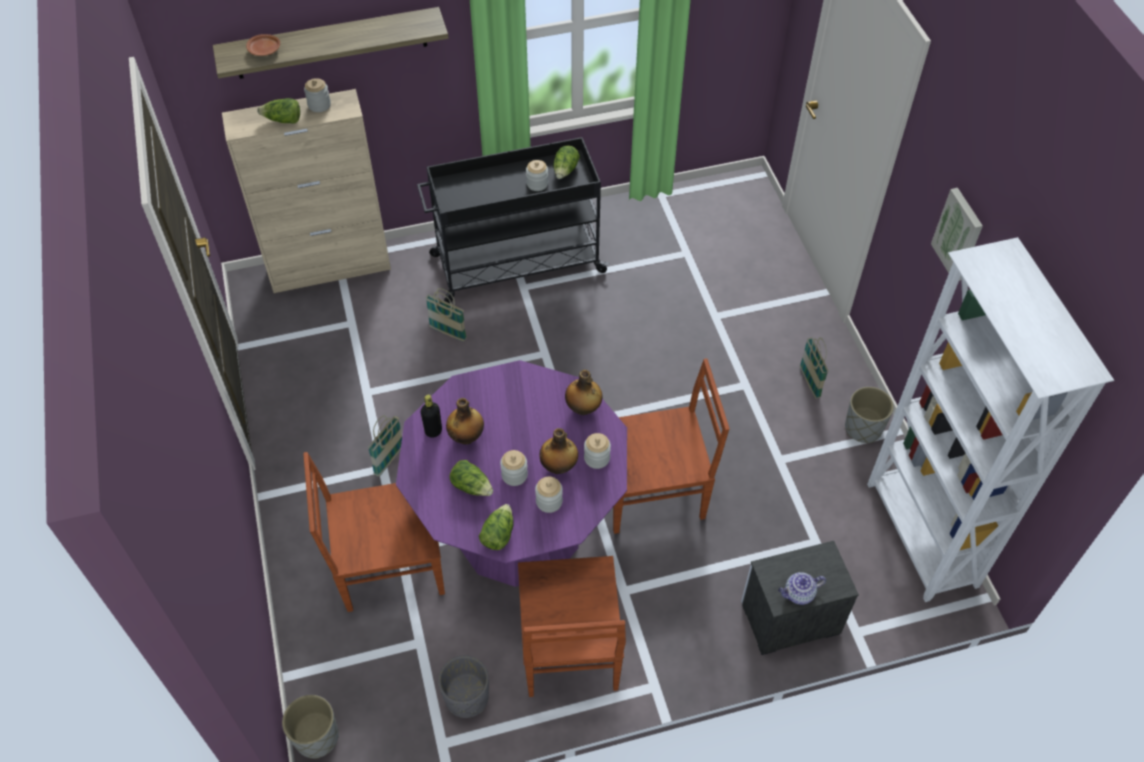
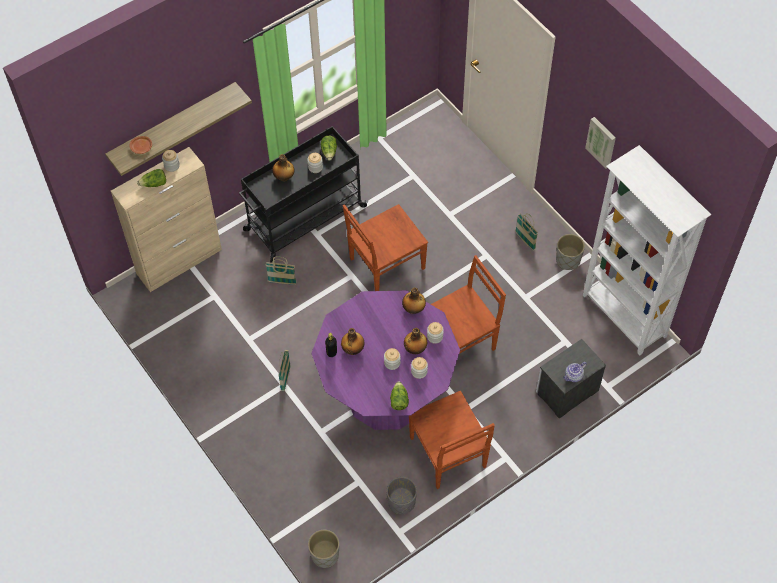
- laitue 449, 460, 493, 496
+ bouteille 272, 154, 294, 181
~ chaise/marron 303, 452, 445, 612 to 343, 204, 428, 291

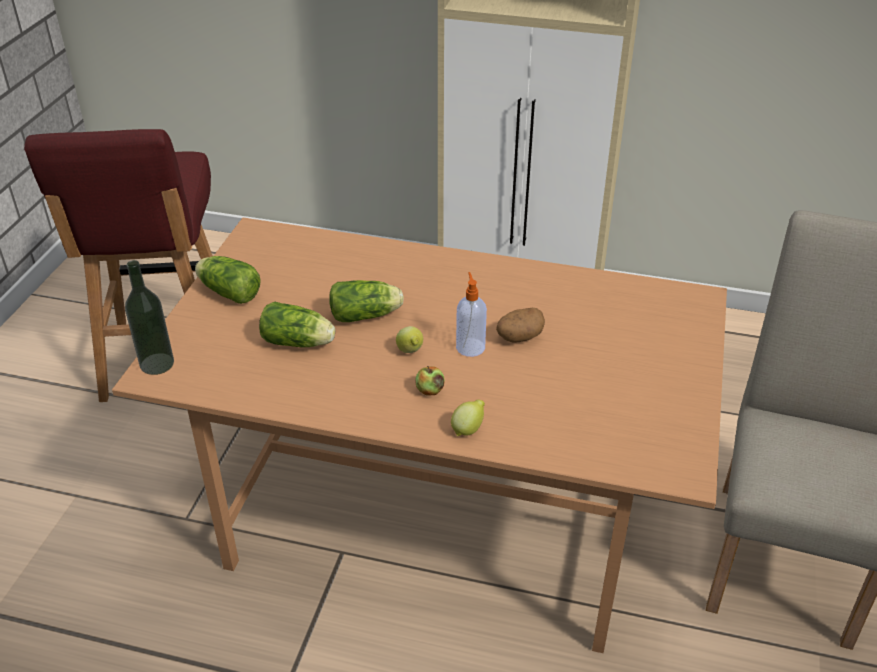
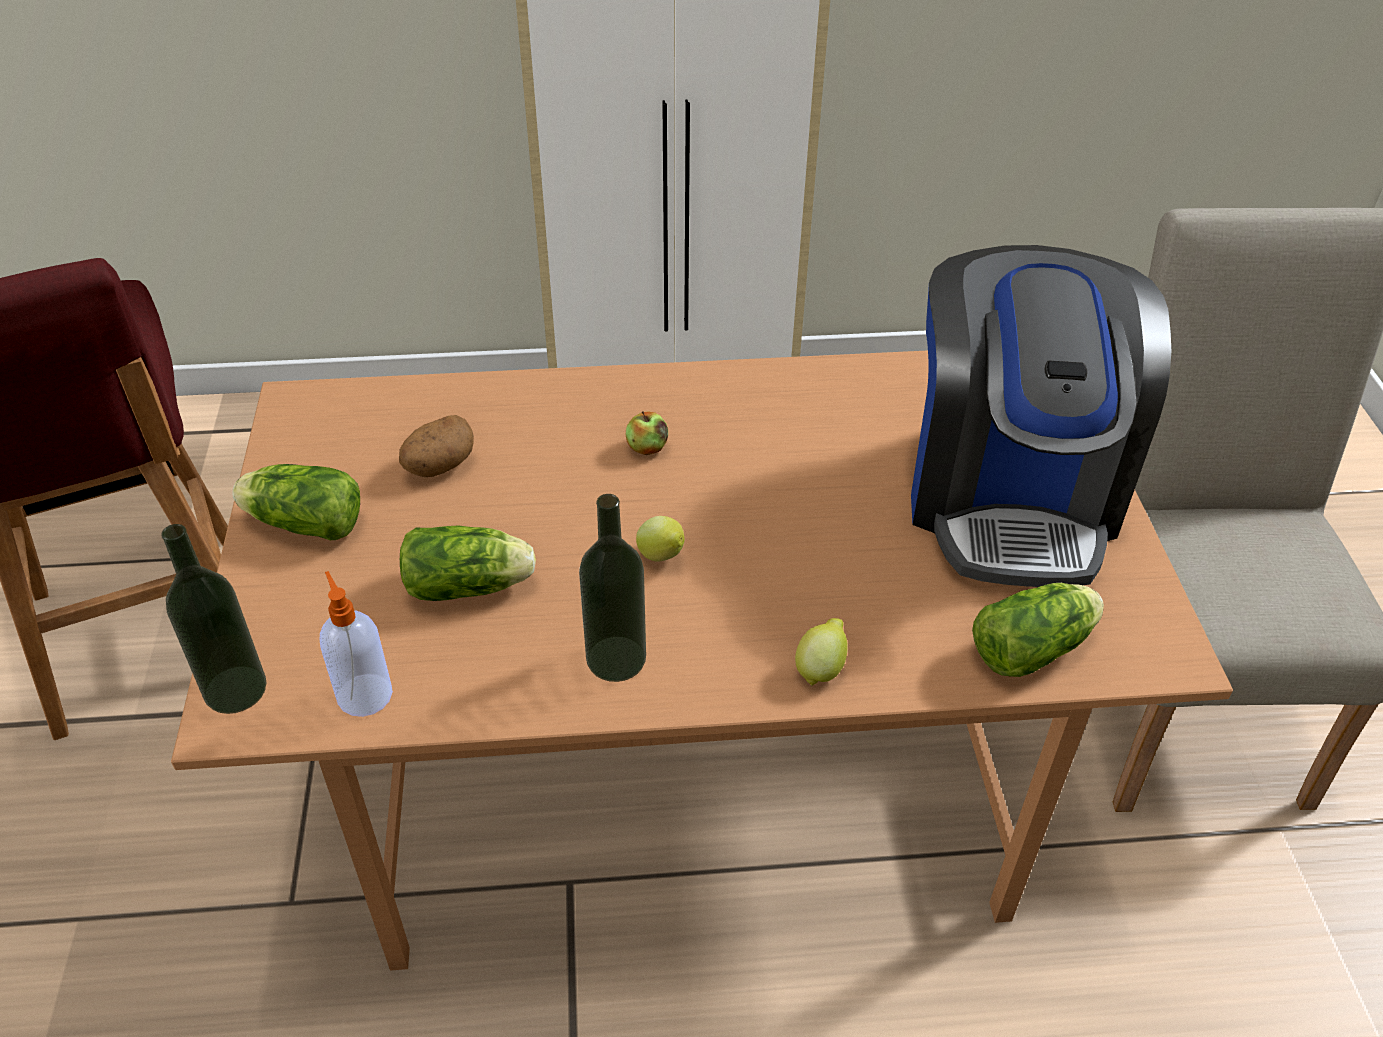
+ bouteille 579, 494, 646, 682
+ machine à café 911, 245, 1171, 587
~ laitue 329, 280, 404, 322 to 972, 583, 1104, 677
~ pomme 415, 366, 445, 395 to 626, 411, 668, 455
~ distributeur de savon 456, 272, 487, 357 to 320, 571, 393, 717
~ pomme de terre 496, 308, 545, 343 to 399, 415, 474, 477

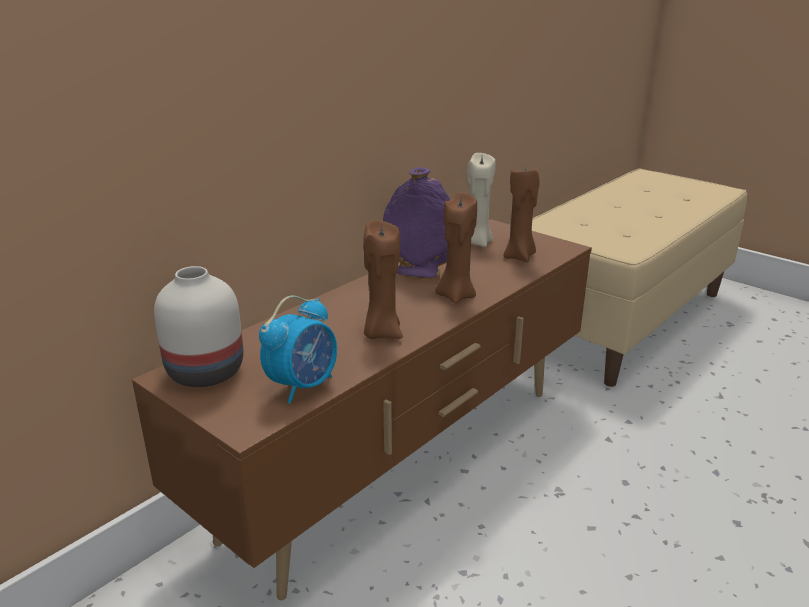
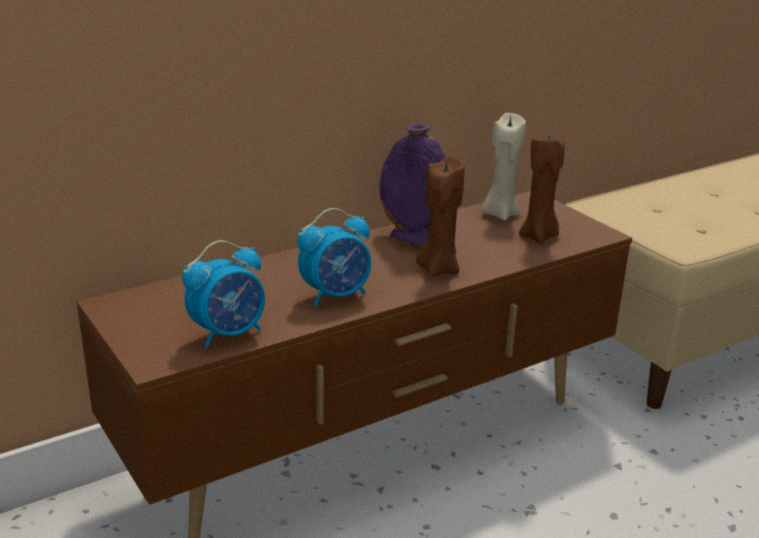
- vase/blanc 154, 266, 243, 387
~ bougie/marron 363, 220, 403, 339 to réveil 297, 208, 371, 307

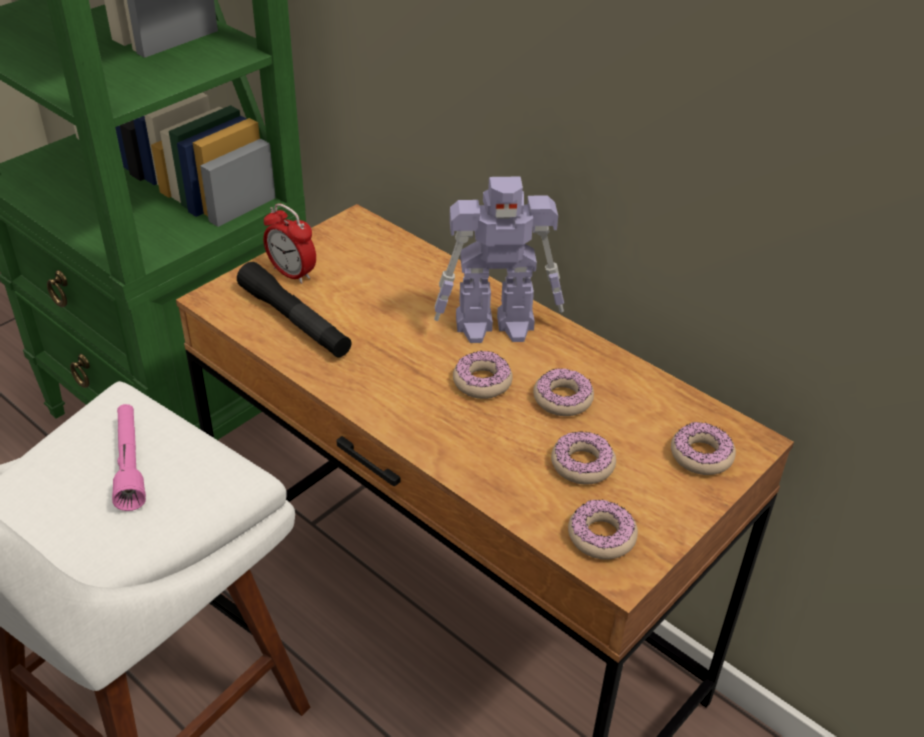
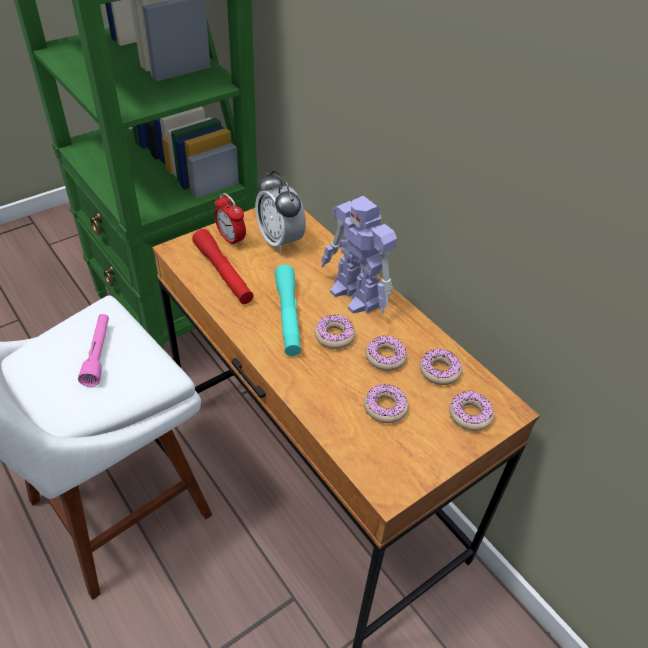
+ réveil 255, 171, 306, 253
+ lampe de poche/turquoise 275, 265, 301, 356
~ beignet 568, 500, 638, 560 to 420, 348, 462, 385
~ lampe de poche/noir 237, 262, 351, 357 to lampe de poche/rouge 192, 229, 254, 304
~ robot jouet 434, 176, 564, 343 = 321, 196, 397, 314 45 degrees clockwise

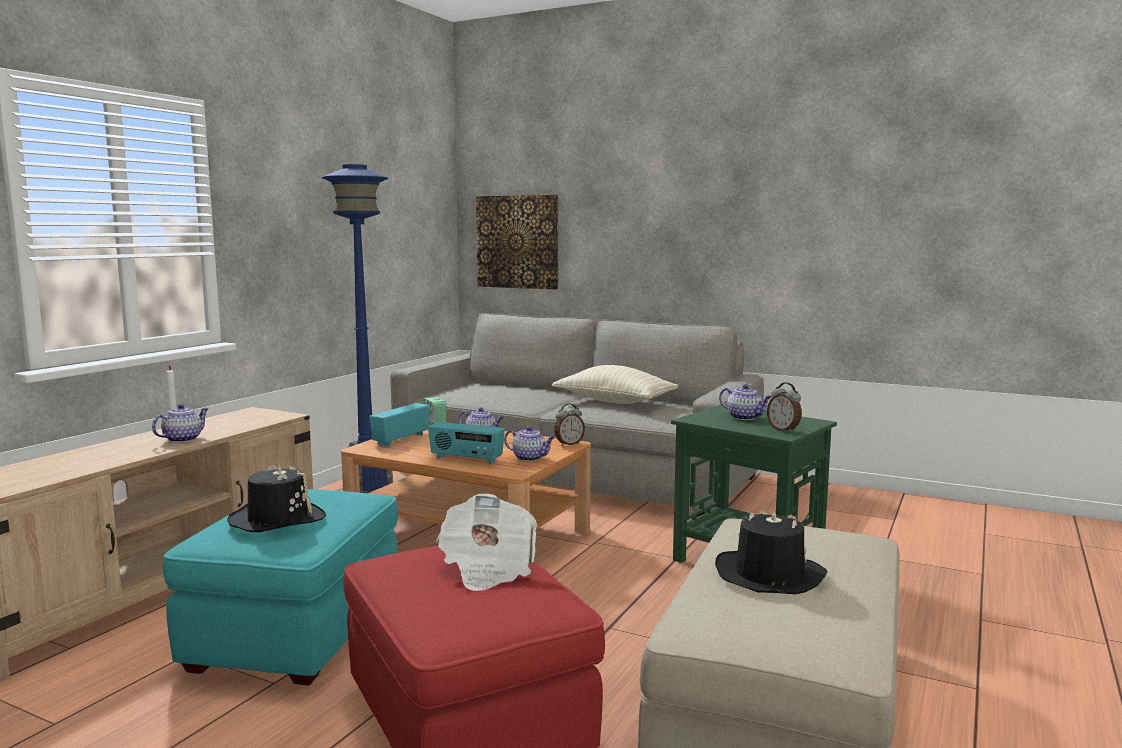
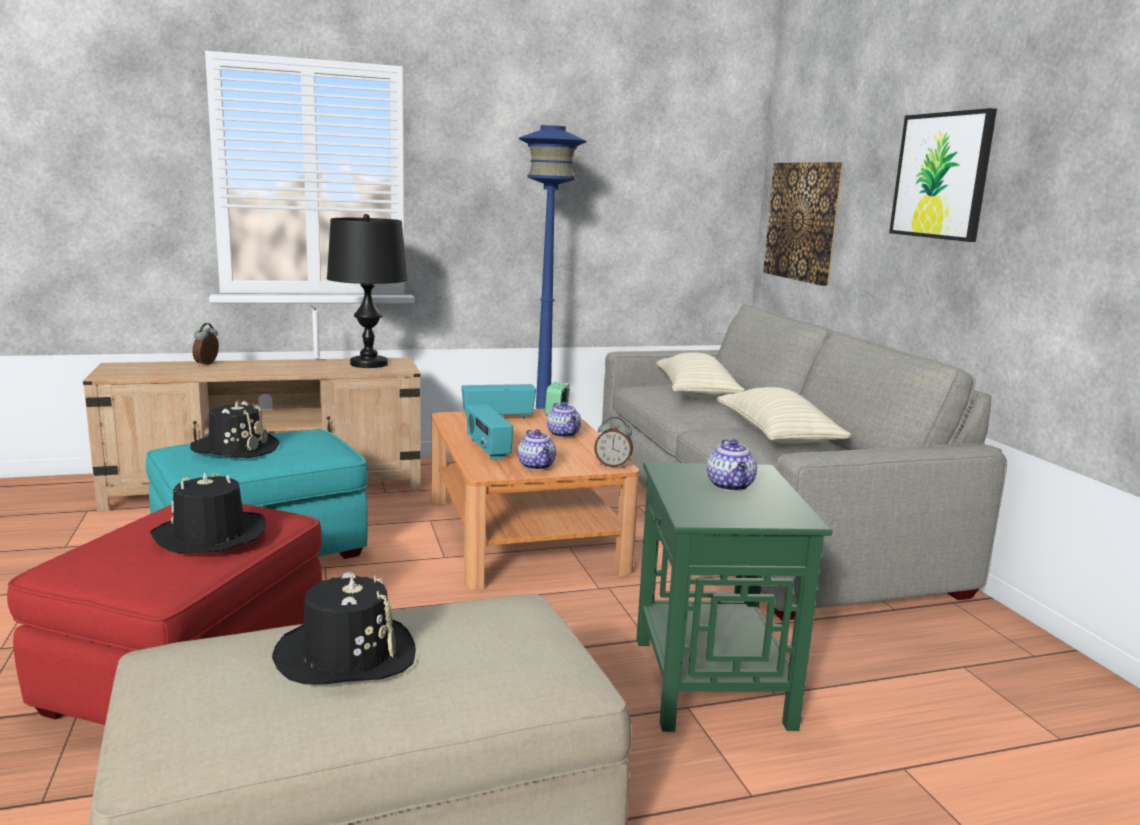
- théière 152, 404, 209, 443
+ lampe de table/noir 327, 214, 408, 368
+ coussin/beige 656, 352, 745, 398
+ tableau 889, 108, 997, 242
~ réveil 767, 382, 802, 433 to 192, 323, 219, 366
~ journal 436, 494, 537, 591 to chapeau/noir 150, 472, 266, 554

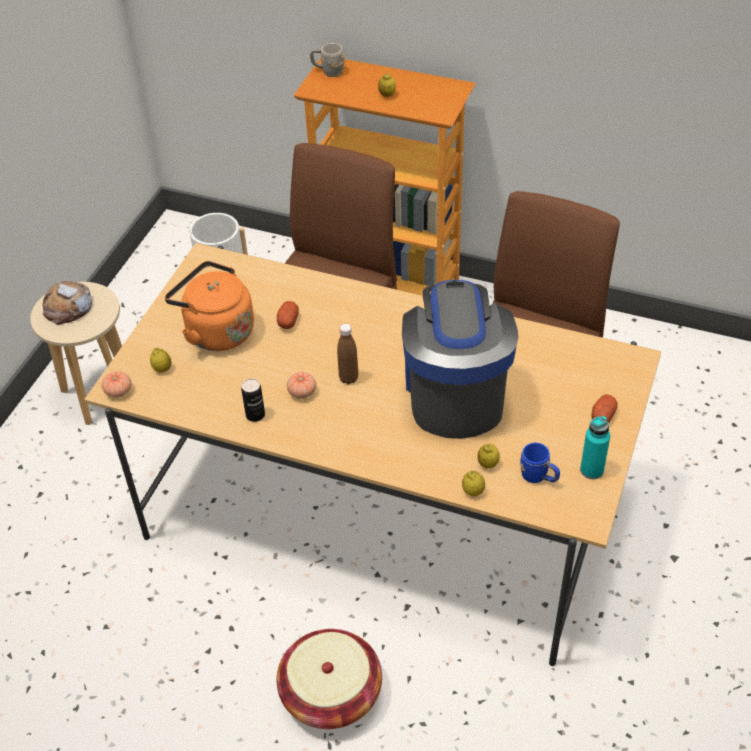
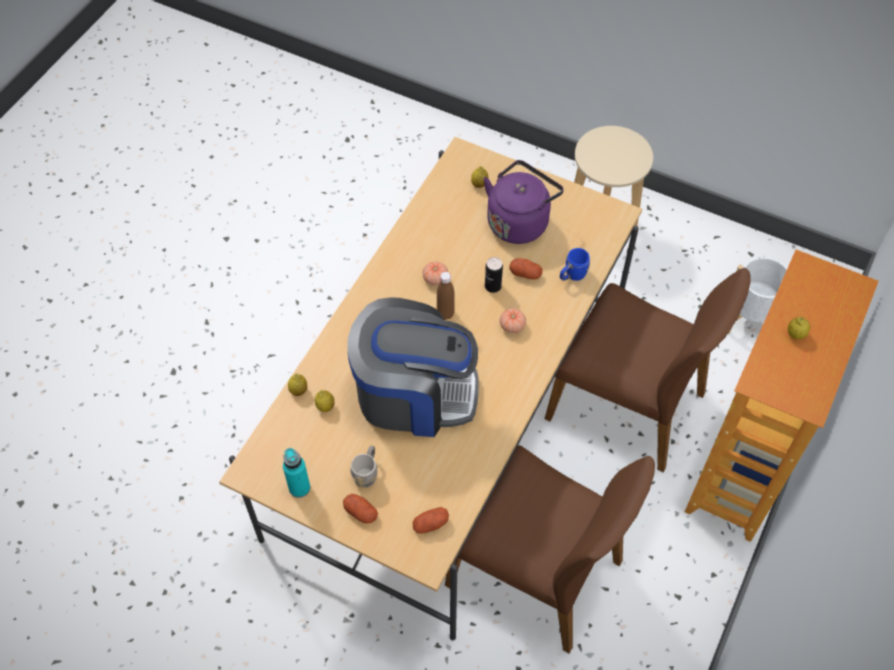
- pain 43, 281, 92, 325
- panier 277, 629, 382, 729
+ pomme de terre 413, 507, 449, 534
~ tomate 102, 371, 132, 398 to 500, 308, 526, 333
~ boîte métallique 241, 378, 265, 422 to 485, 257, 503, 293
~ mug/gris 310, 43, 344, 77 to 350, 445, 377, 488
~ mug/bleu 520, 443, 560, 483 to 560, 248, 590, 281
~ bouilloire/orange 165, 261, 254, 351 to bouilloire/violet 484, 160, 564, 244

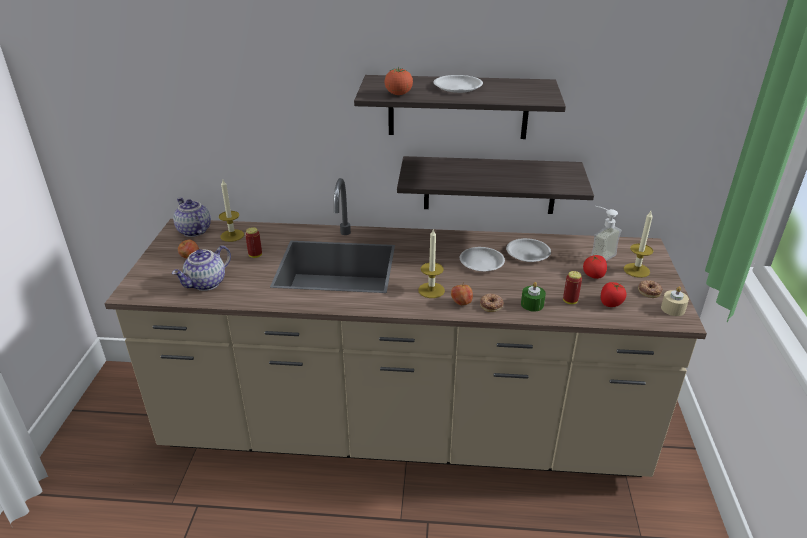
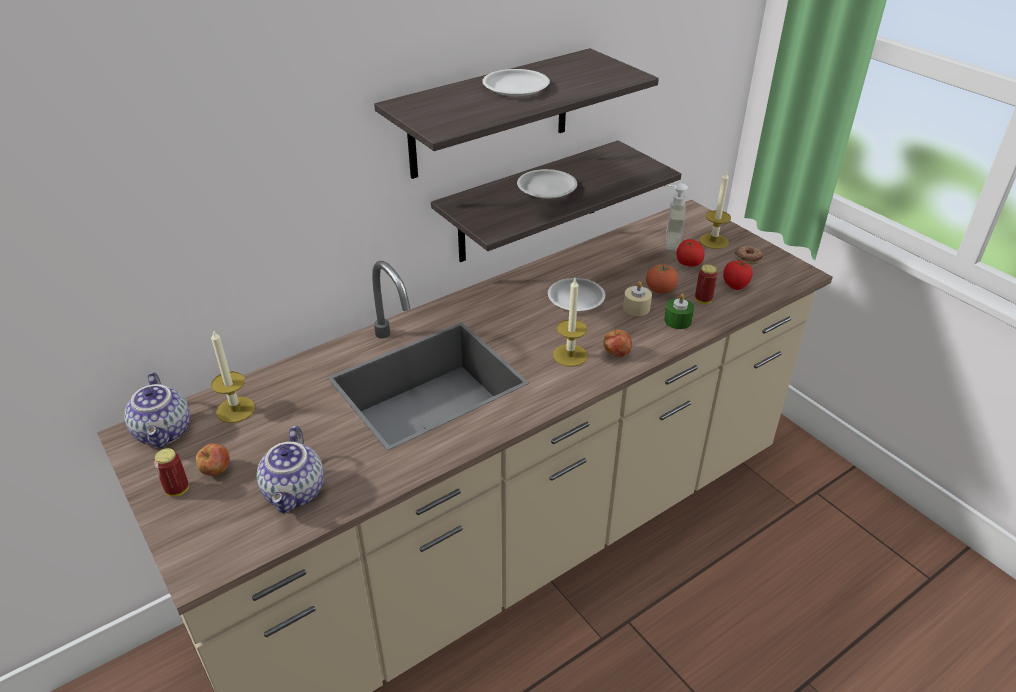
- beignet 480, 293, 504, 312
~ boîte métallique 245, 227, 262, 258 to 154, 448, 189, 497
~ tomate 385, 67, 413, 95 to 646, 264, 678, 294
~ assiette/blanc 506, 238, 551, 262 to 517, 169, 577, 199
~ bougie/beige 661, 286, 689, 316 to 623, 281, 652, 316
~ théière 173, 197, 211, 237 = 124, 372, 190, 448 120 degrees counterclockwise

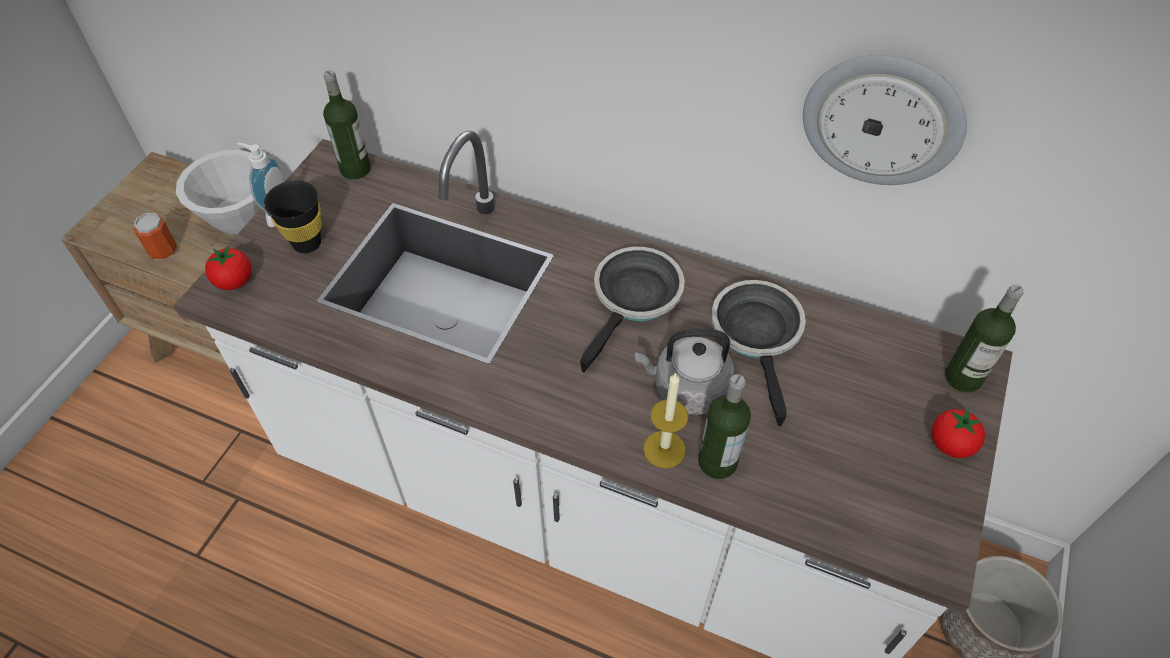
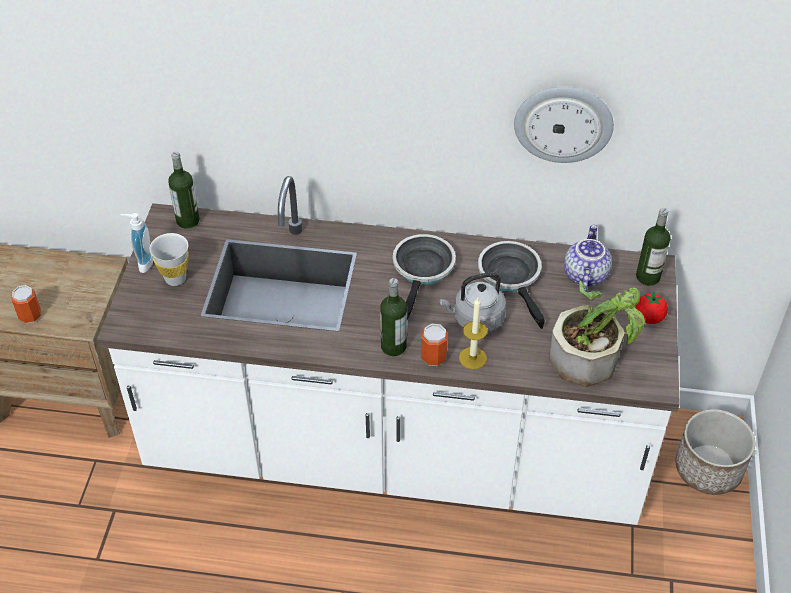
- bol/blanc 176, 150, 261, 235
- tomate 205, 246, 252, 290
+ boîte métallique 421, 324, 448, 366
+ plante en pot 549, 280, 645, 387
+ théière 564, 225, 612, 291
~ bouteille 698, 374, 751, 479 to 380, 278, 407, 356
~ tasse/noir 264, 181, 322, 253 to tasse/blanc 149, 233, 189, 286

